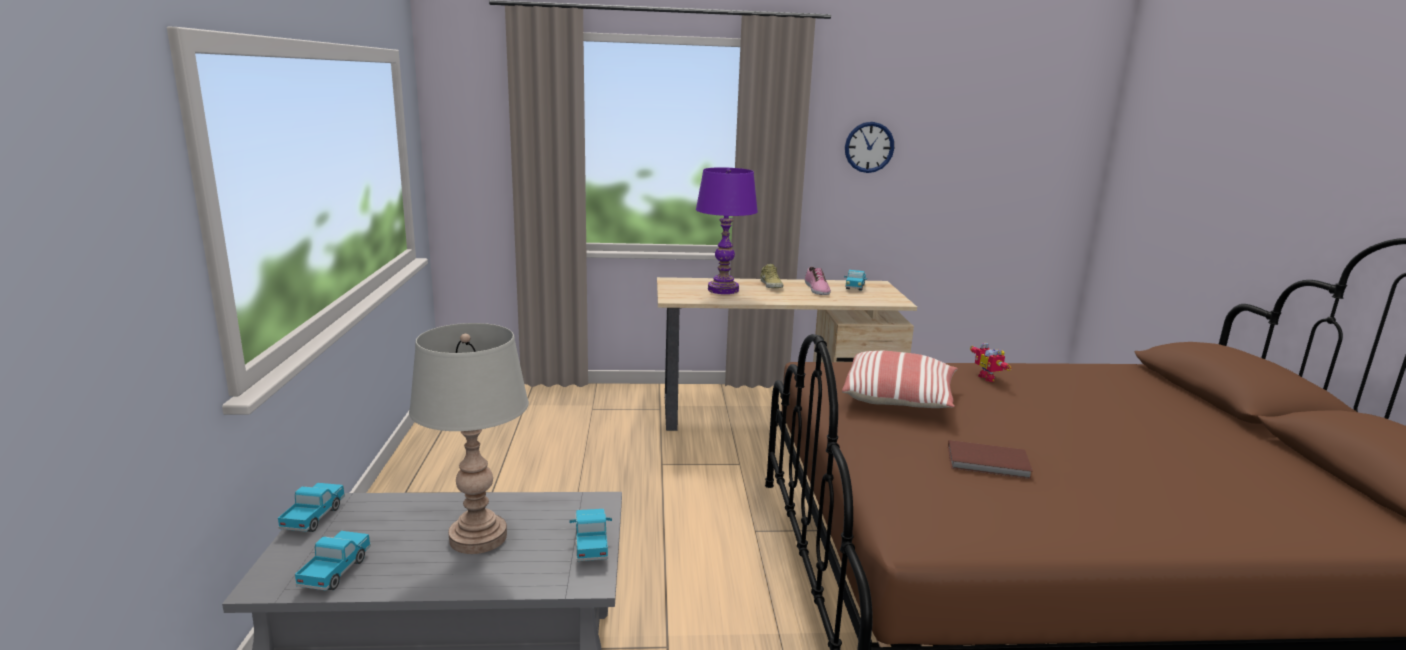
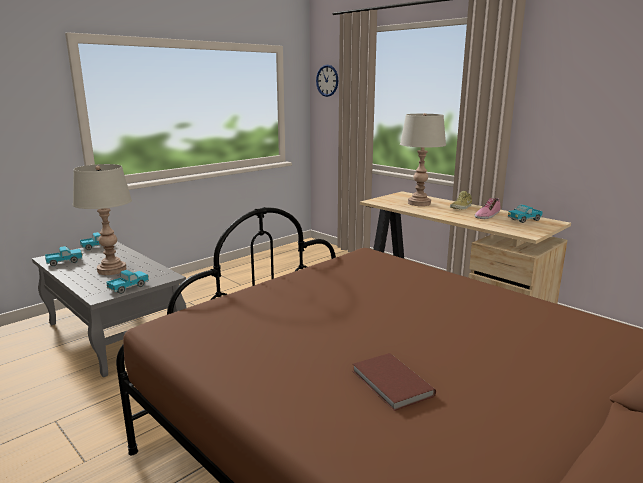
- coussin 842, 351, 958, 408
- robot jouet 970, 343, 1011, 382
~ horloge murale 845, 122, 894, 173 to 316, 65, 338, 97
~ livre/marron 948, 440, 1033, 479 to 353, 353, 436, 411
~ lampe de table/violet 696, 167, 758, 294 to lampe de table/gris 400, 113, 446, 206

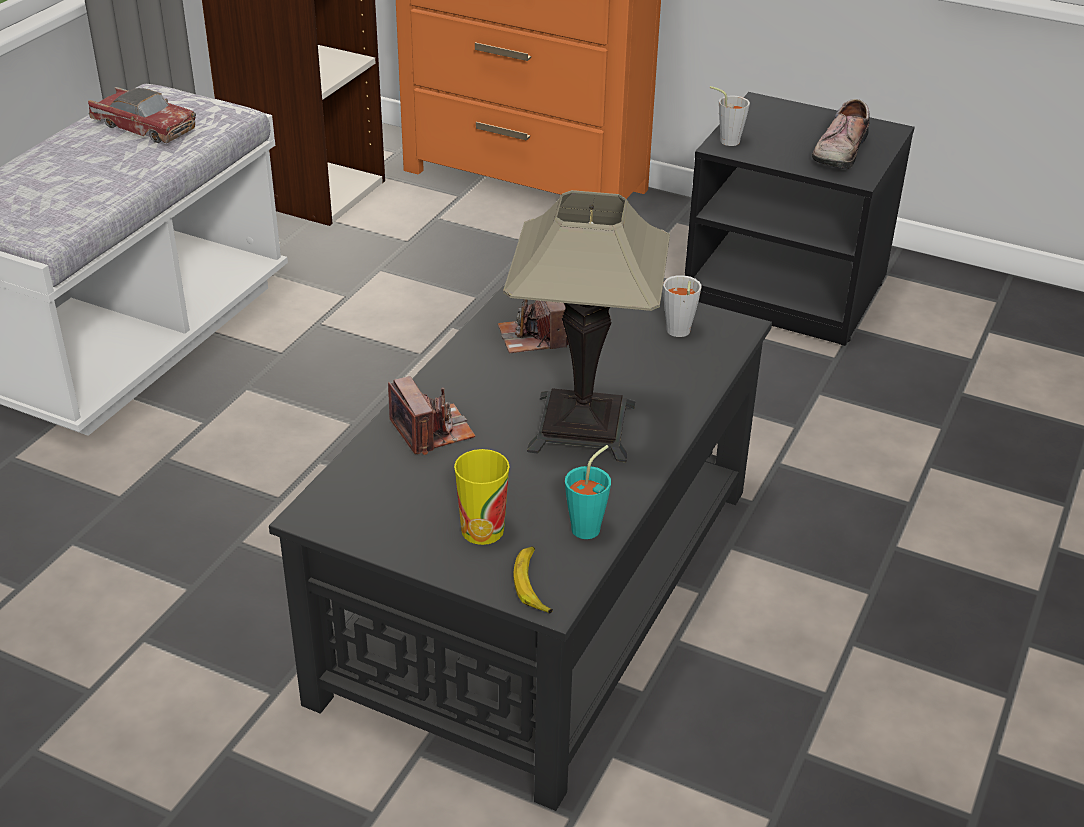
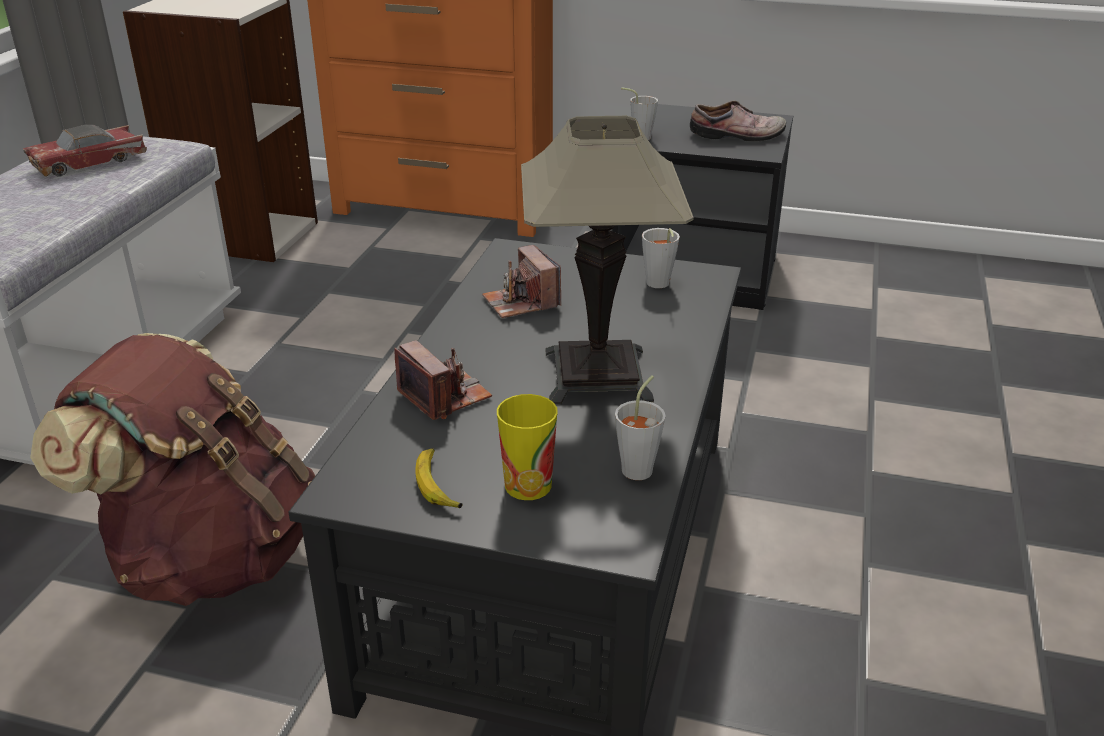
+ sac à dos/marron 30, 333, 315, 606
~ banane 514, 546, 553, 614 to 415, 448, 463, 508
~ tasse/turquoise 565, 445, 611, 539 to tasse/gris 615, 375, 666, 480
~ petite voiture 88, 87, 196, 143 = 23, 125, 147, 177 120 degrees clockwise
~ chaussure 812, 99, 870, 169 = 690, 101, 786, 142 105 degrees counterclockwise

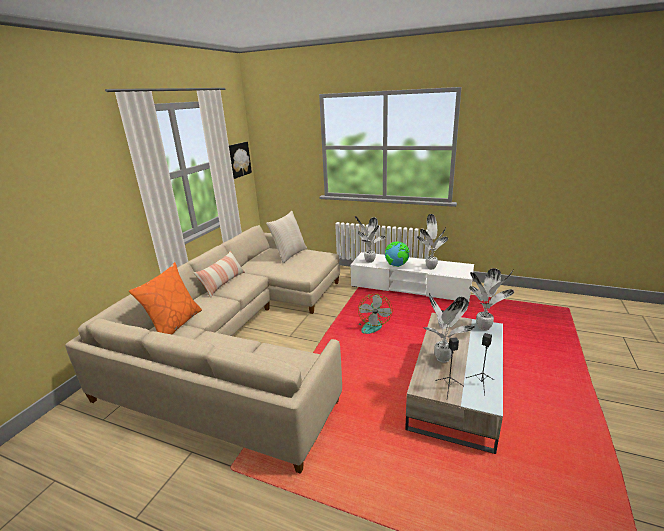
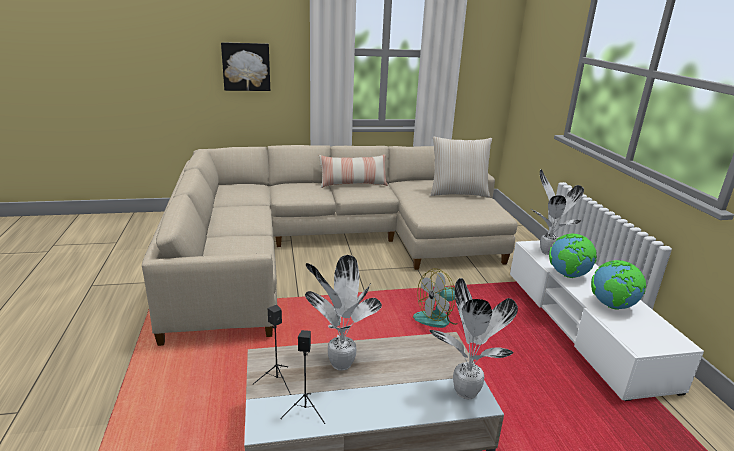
- coussin/orange 129, 262, 202, 334
~ tableau 229, 142, 252, 179 to 221, 42, 270, 91
~ plante en pot 417, 214, 448, 269 to globe 591, 260, 646, 310

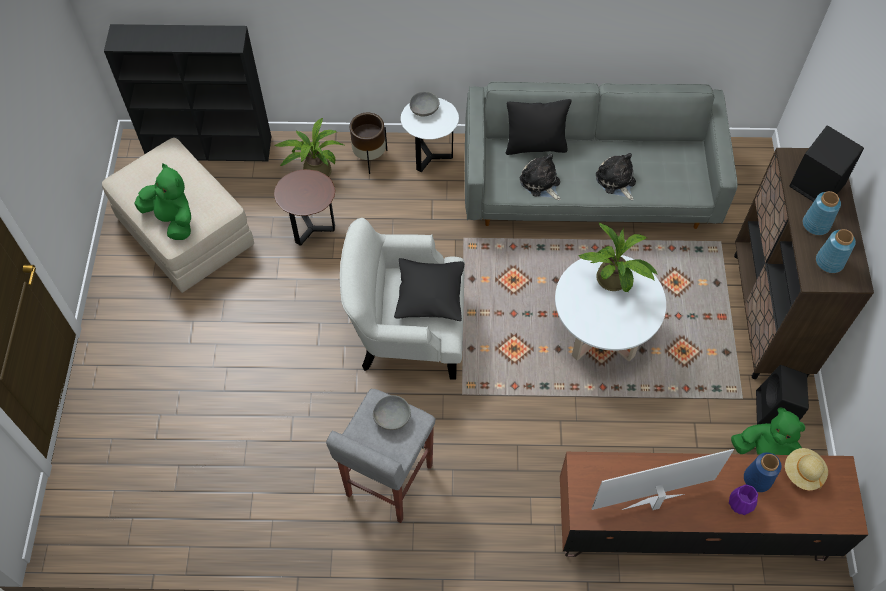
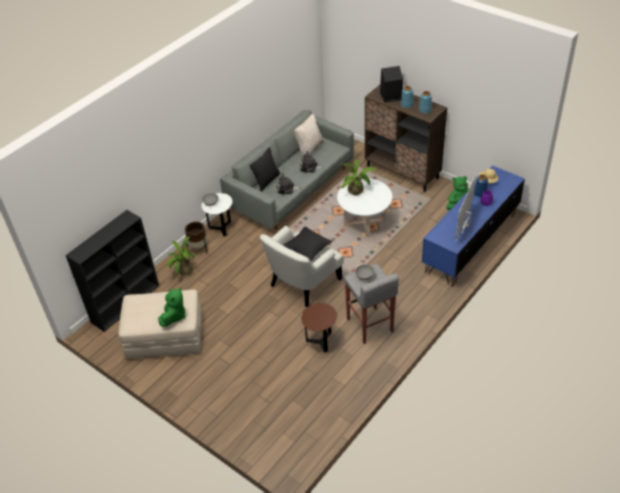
- enceinte/noir 756, 365, 809, 425
+ coussin/beige 294, 114, 324, 156
~ table d'appoint/marron 274, 169, 335, 246 to 302, 303, 337, 353
~ meuble télé/marron 560, 452, 868, 561 to meuble télé/bleu 422, 165, 525, 286
~ peluche/vert 134, 163, 191, 240 = 158, 287, 186, 327 120 degrees clockwise

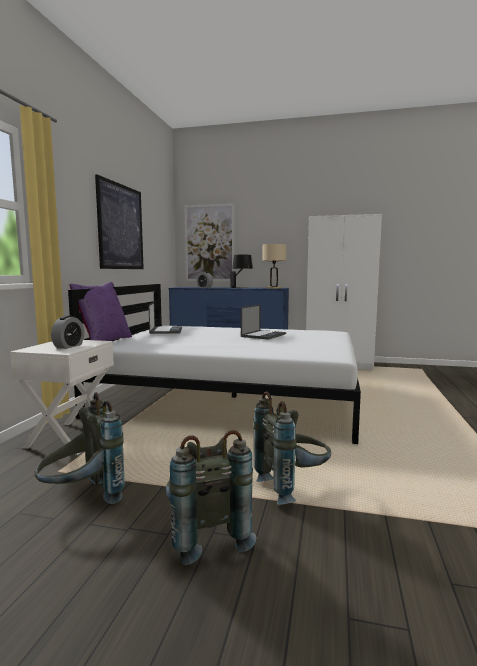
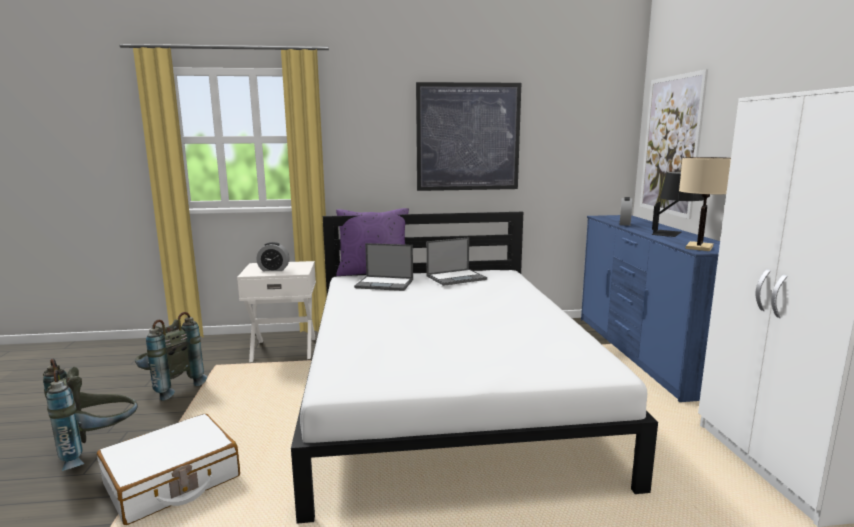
~ ordinateur portable 241, 304, 286, 340 to 354, 243, 413, 291
~ sac à dos/gris 253, 391, 331, 505 to valise/blanc 97, 414, 240, 525

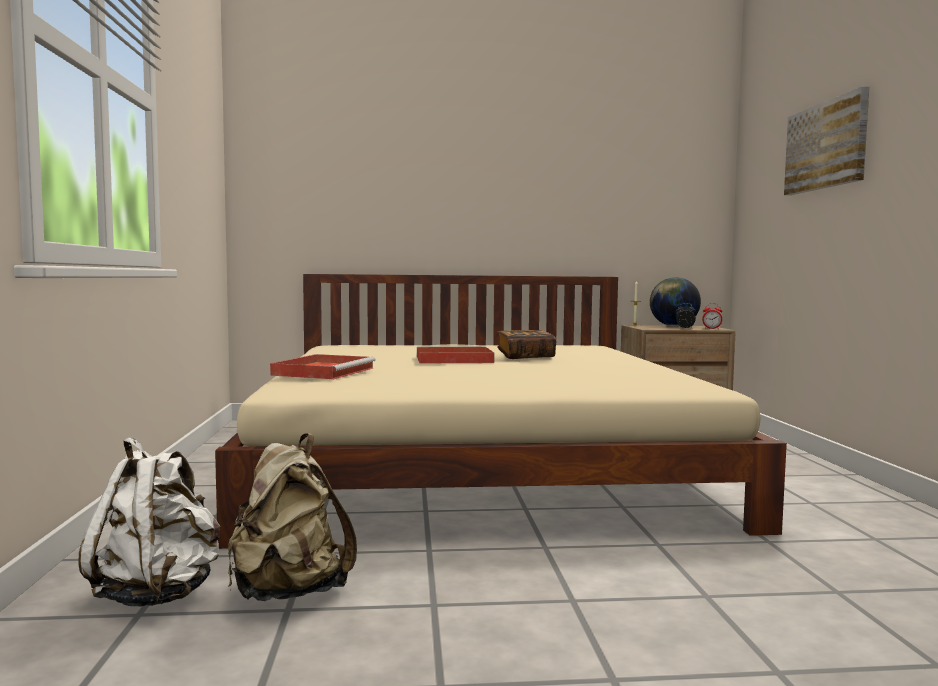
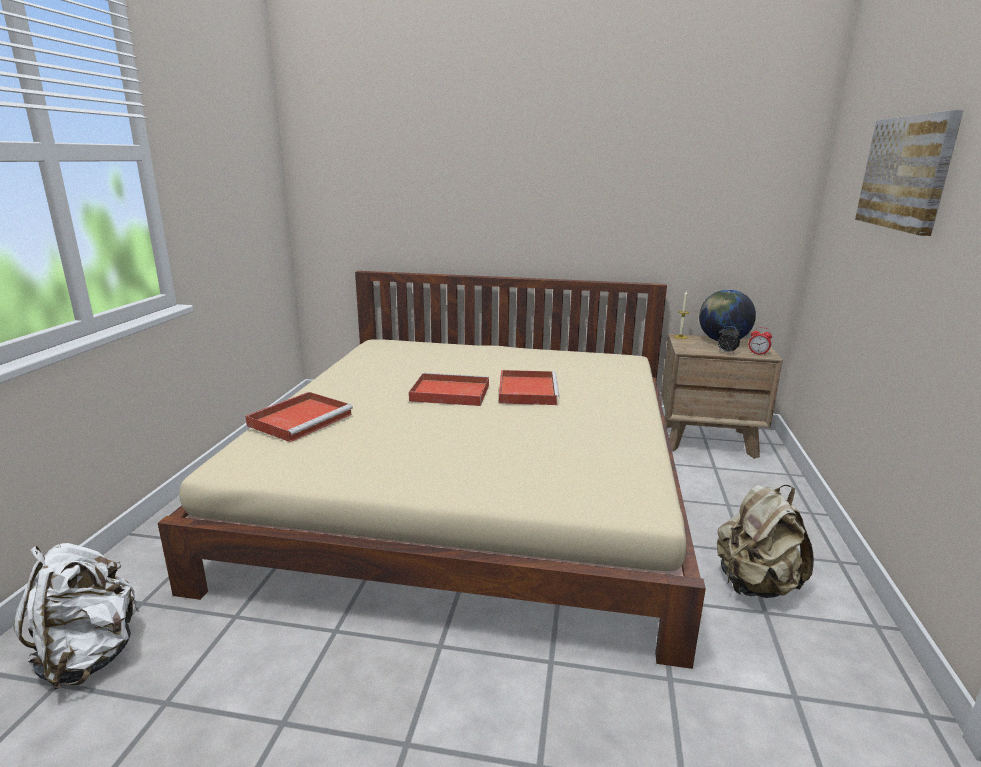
~ sac à dos/beige 228, 433, 357, 601 to 717, 485, 814, 598
~ livre 497, 330, 556, 359 to plateau/rouge 499, 370, 560, 405

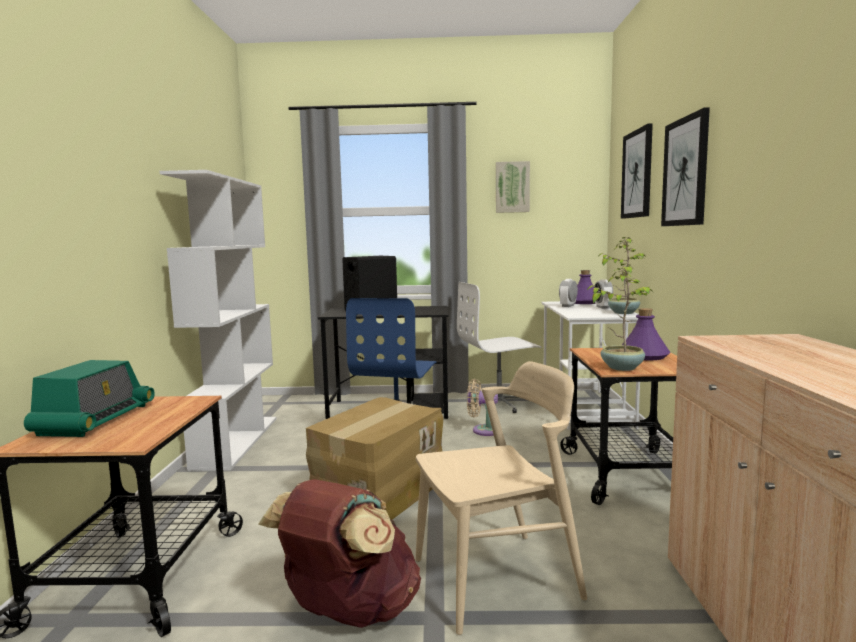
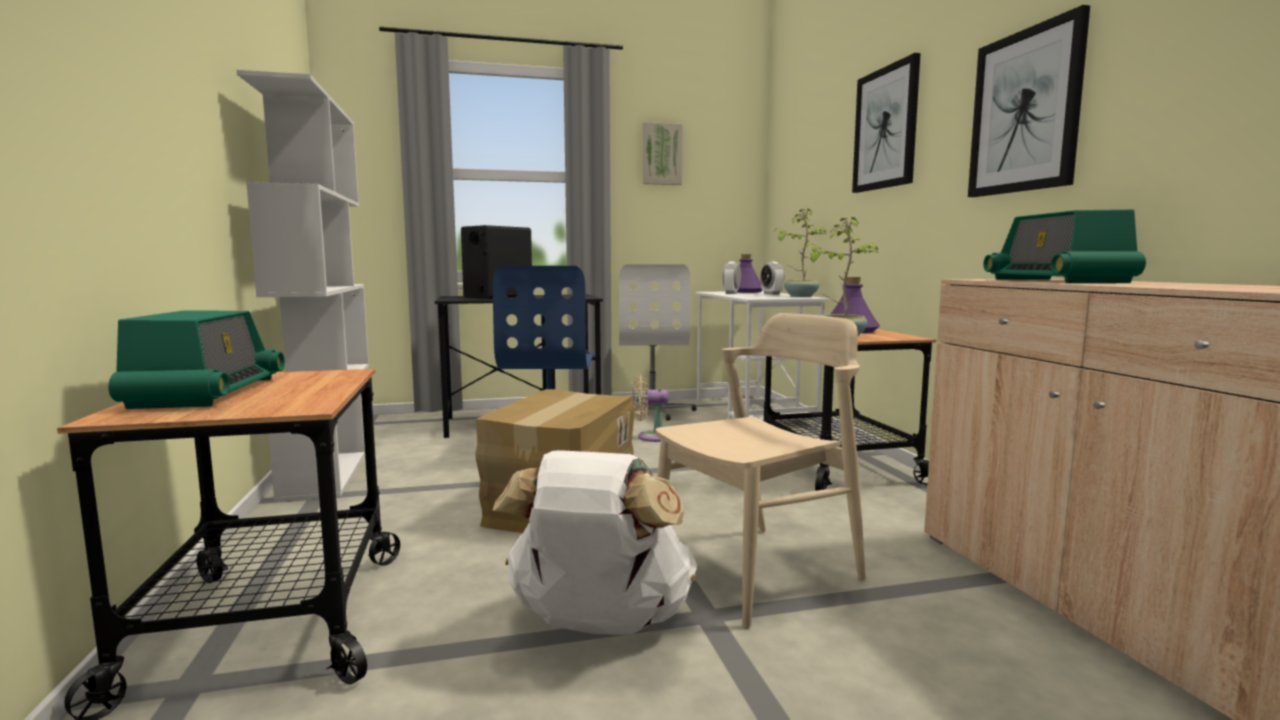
+ radio 983, 209, 1146, 283
~ tableau 621, 123, 653, 219 to 968, 5, 1090, 197
~ sac à dos/marron 258, 479, 421, 628 to sac à dos/blanc 492, 450, 697, 635
~ chaise de bureau/blanc 457, 282, 542, 413 = 619, 265, 697, 421 60 degrees counterclockwise

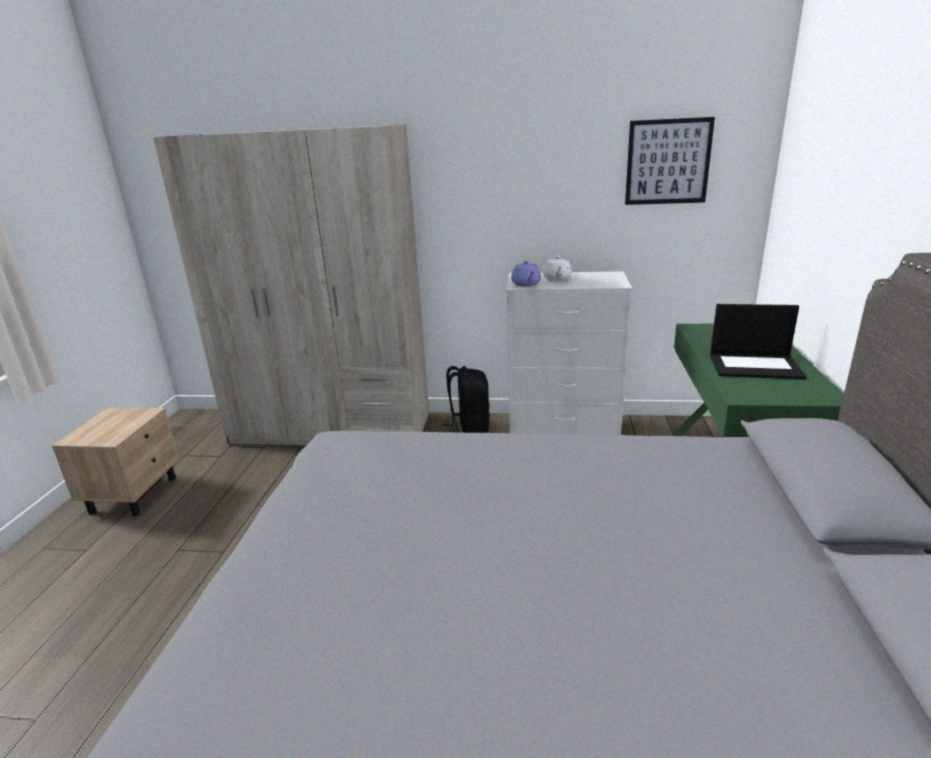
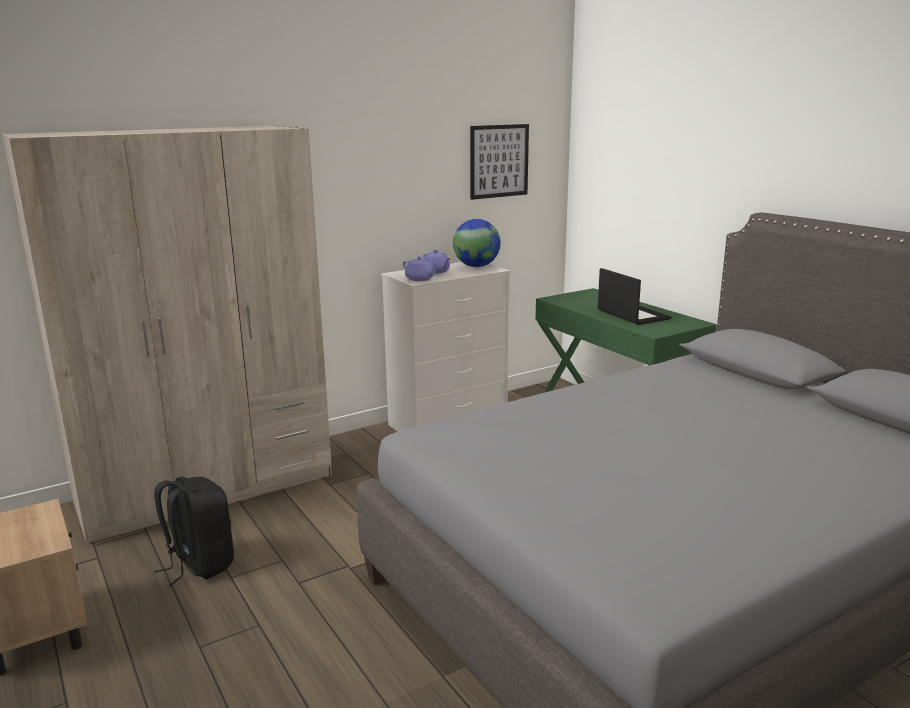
+ globe 453, 219, 501, 267
~ sac à dos/noir 442, 366, 490, 433 to 154, 477, 234, 586
~ théière/blanc 543, 256, 572, 281 to théière/violet 423, 250, 451, 274
~ ordinateur portable 710, 304, 807, 379 = 598, 268, 672, 325 90 degrees counterclockwise

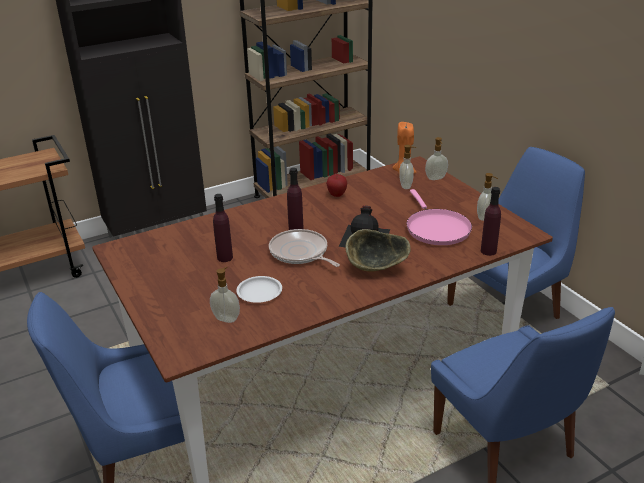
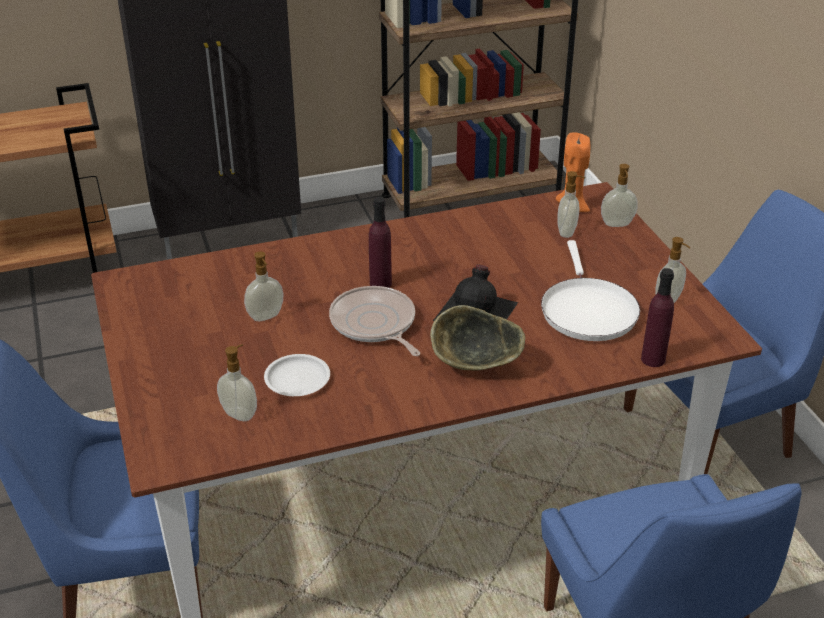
- pomme 326, 174, 347, 197
~ bouteille/violet 213, 194, 233, 262 to distributeur de savon 244, 252, 284, 321
~ poêle/rose 406, 189, 472, 245 to poêle/blanc 541, 240, 640, 341

